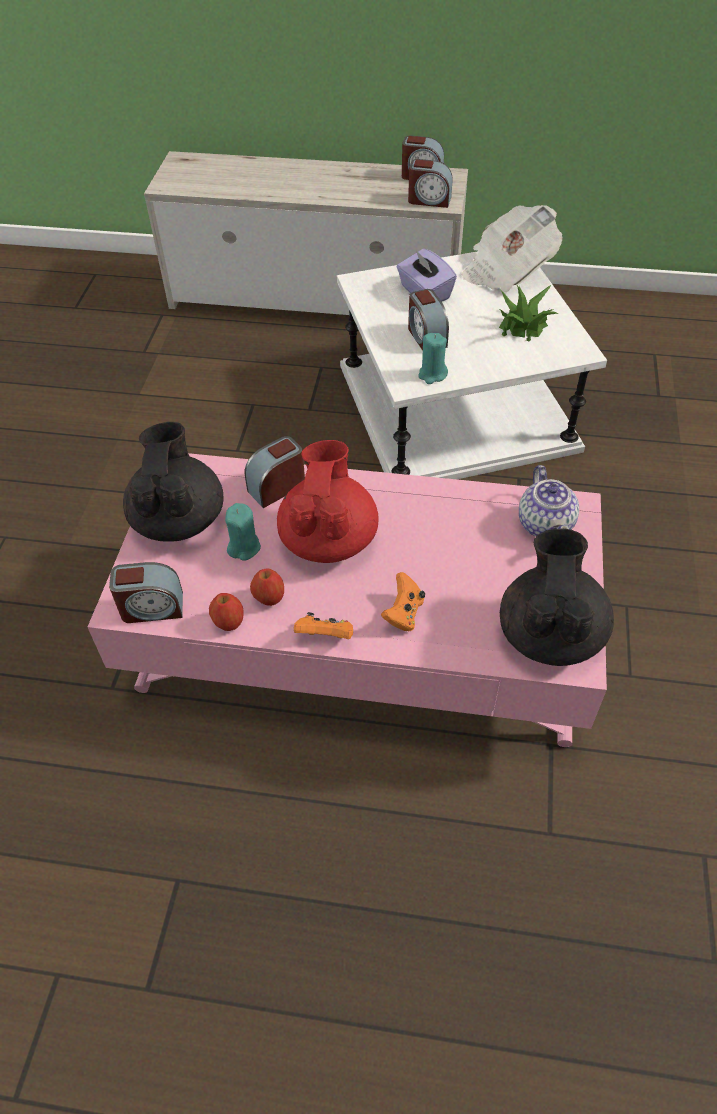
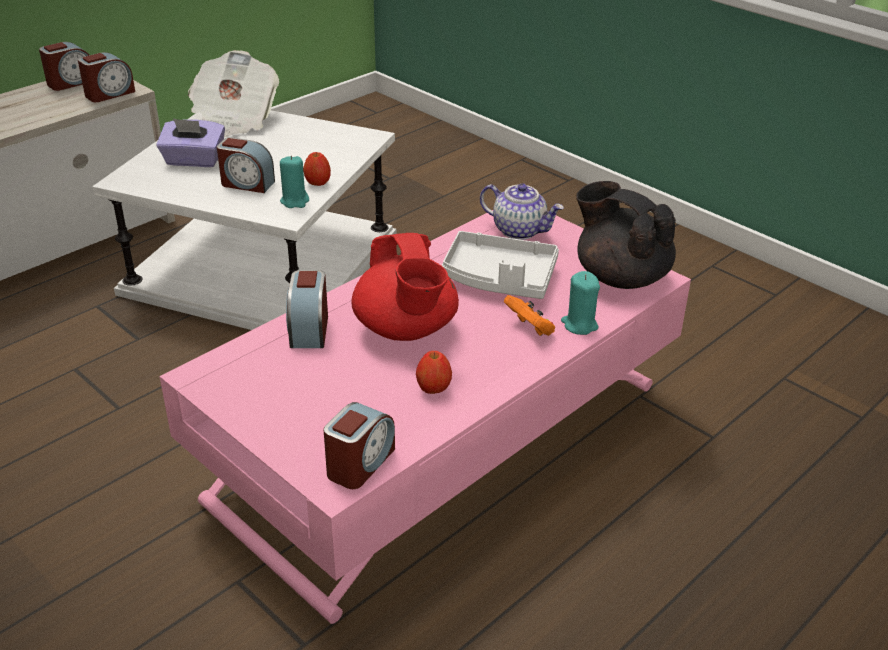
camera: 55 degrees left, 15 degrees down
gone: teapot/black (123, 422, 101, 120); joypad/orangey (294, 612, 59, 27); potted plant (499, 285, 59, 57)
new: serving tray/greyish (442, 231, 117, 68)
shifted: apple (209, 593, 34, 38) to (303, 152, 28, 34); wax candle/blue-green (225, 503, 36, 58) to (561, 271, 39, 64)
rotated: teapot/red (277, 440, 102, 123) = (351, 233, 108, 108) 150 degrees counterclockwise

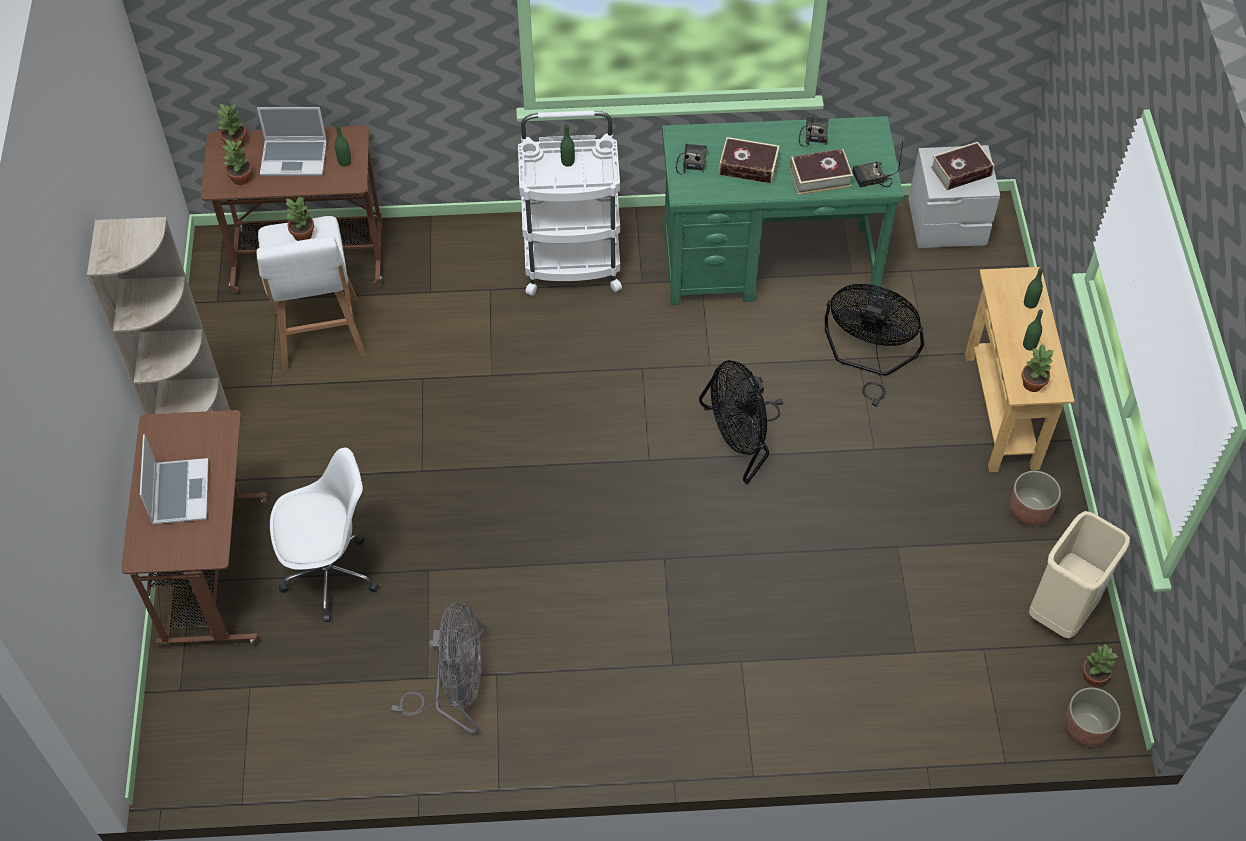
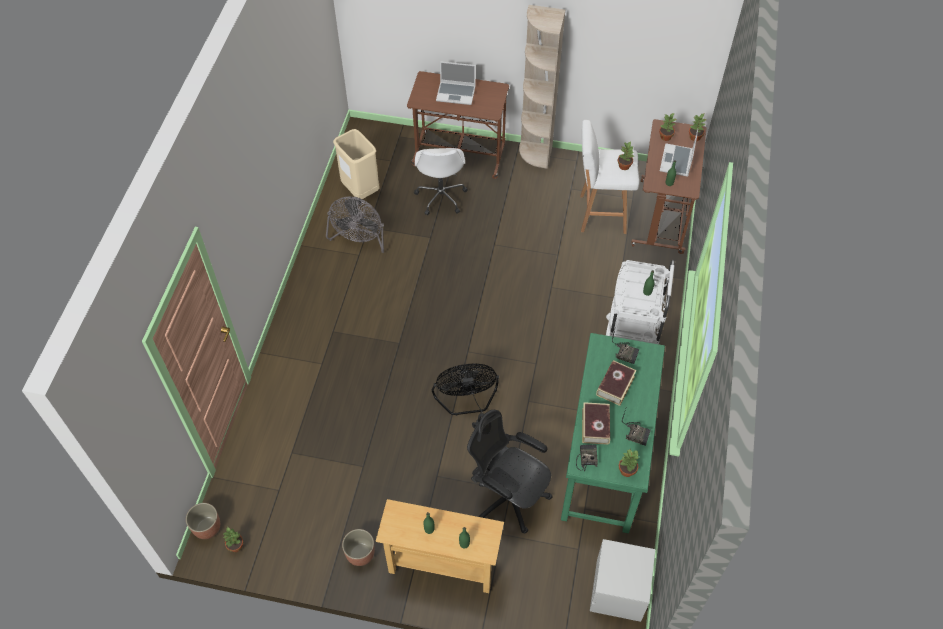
camera: 105 degrees right, 0 degrees up
gone: volume (931, 142, 63, 48)
shifted: trash can/beige (1029, 511, 101, 127) to (333, 129, 46, 70); potted plant (1021, 343, 34, 49) to (618, 450, 21, 27)
swapped: fan/black (825, 284, 99, 123) to desk chair (467, 410, 85, 124)

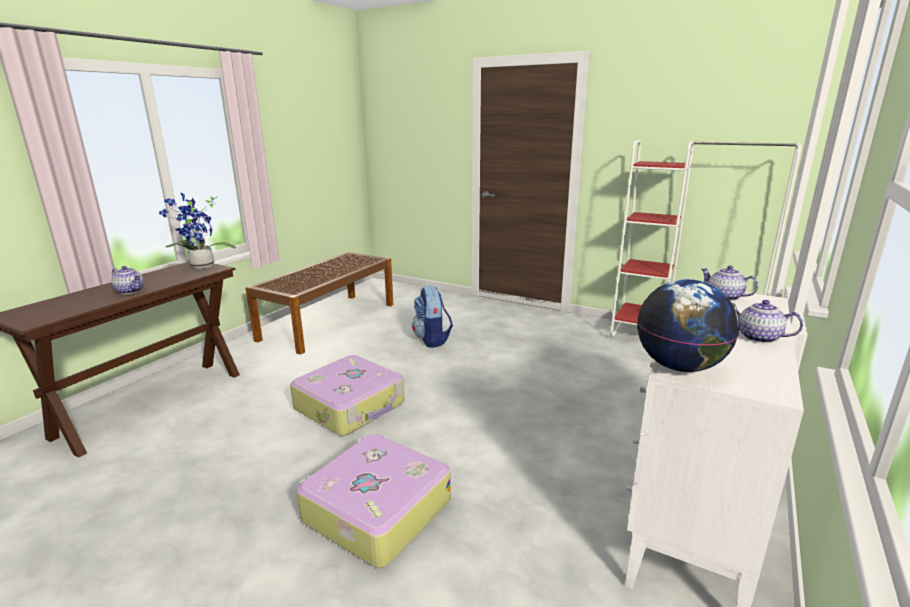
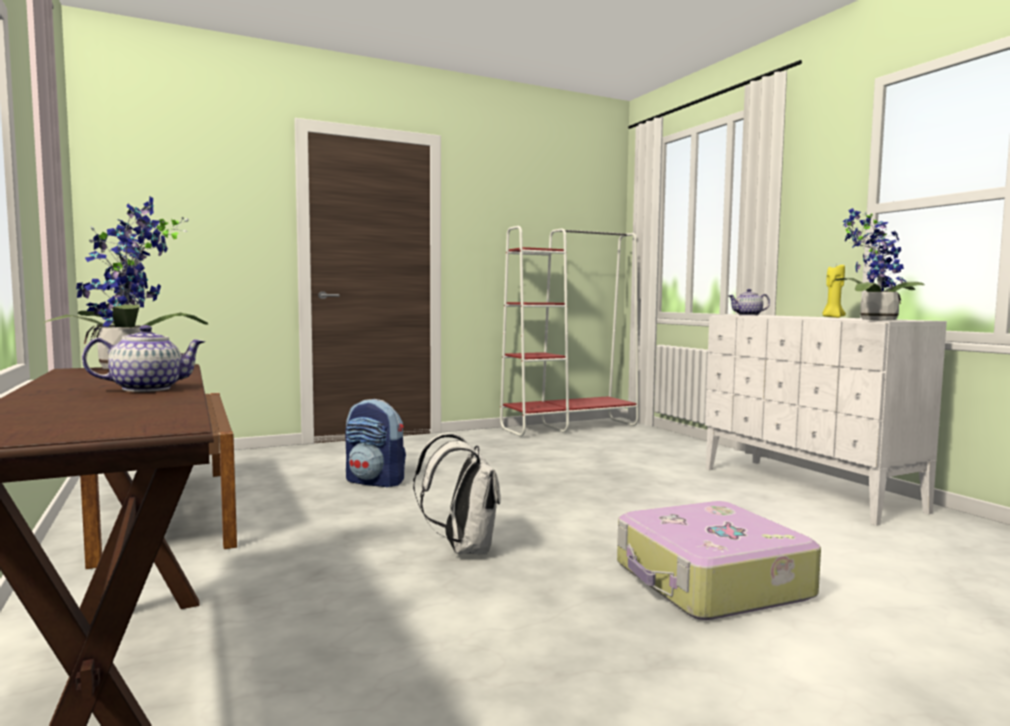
camera: 55 degrees left, 15 degrees down
swapped: piece of luggage (290, 355, 114, 81) to backpack/white (413, 433, 88, 121); teapot (732, 300, 71, 43) to wax candle/yellow-coloured (823, 265, 23, 53); desk globe (637, 279, 102, 93) to potted plant (835, 208, 89, 112)

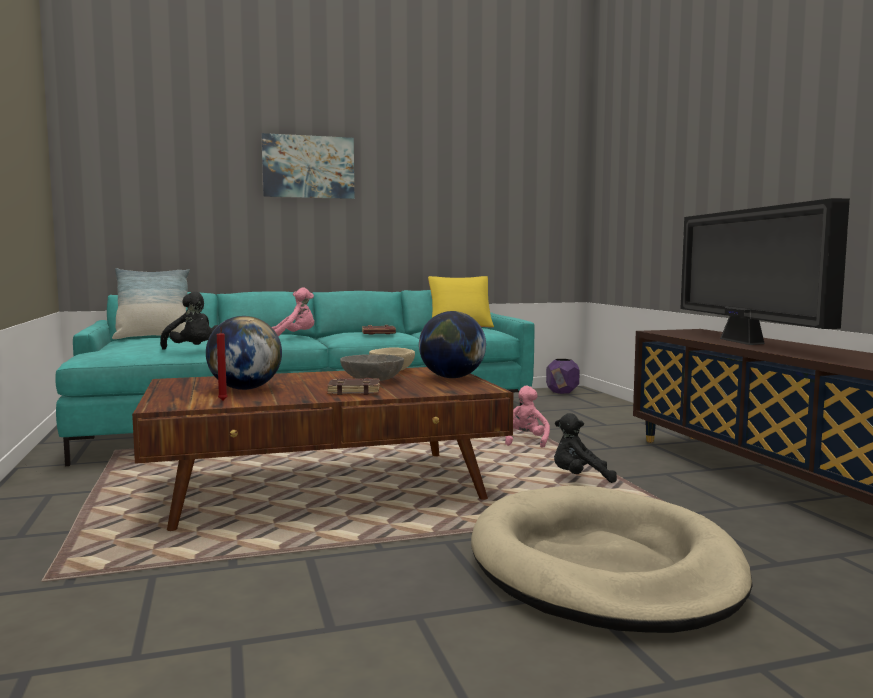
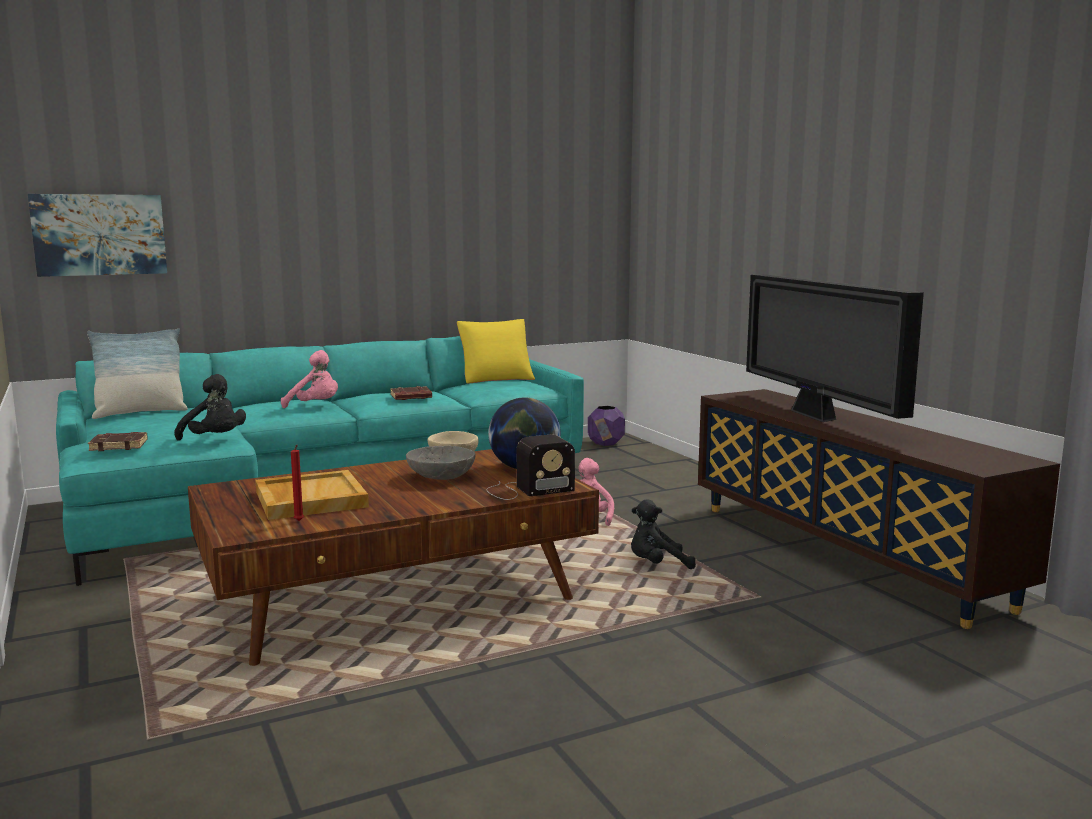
camera: 10 degrees left, 5 degrees up
gone: dog bed/beige (471, 485, 282, 148)
new: radio set (486, 435, 89, 65)
shifted: picture (261, 133, 93, 66) to (28, 194, 139, 83); volume/brown-coloured (327, 378, 53, 17) to (88, 432, 60, 19)
swapped: desk globe (206, 316, 76, 74) to serving tray/beige (256, 470, 113, 50)
rotated: plush toy/pink (272, 287, 42, 50) = (281, 350, 57, 58) 45 degrees clockwise

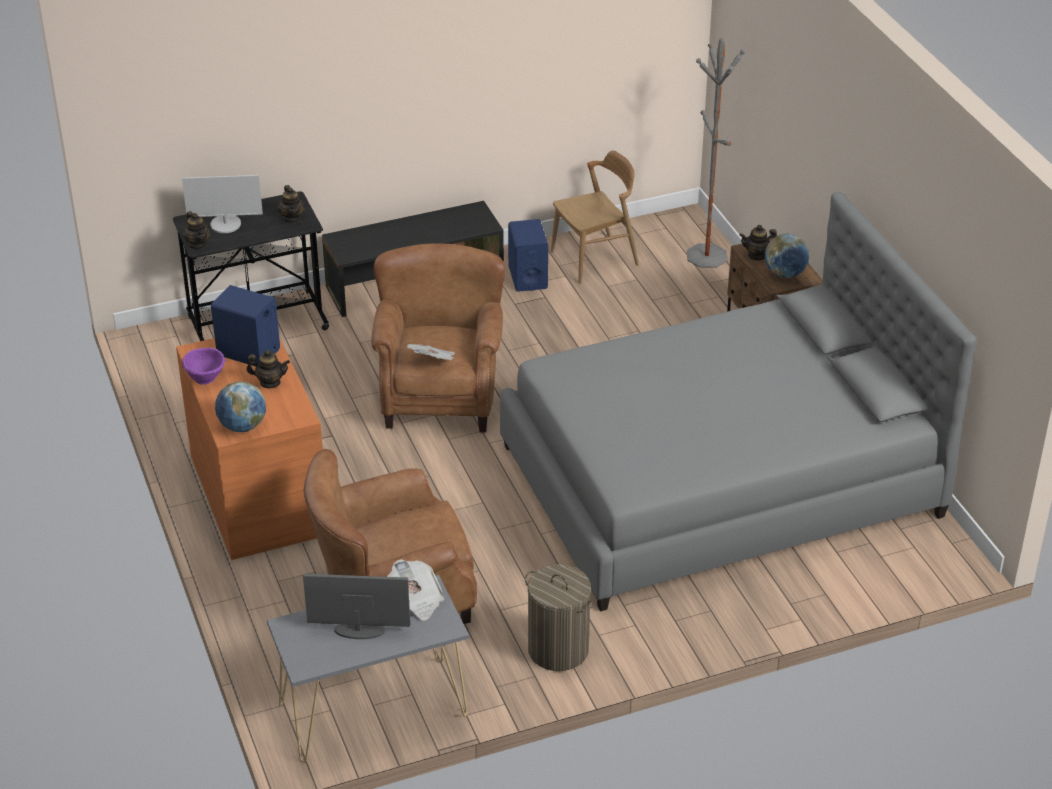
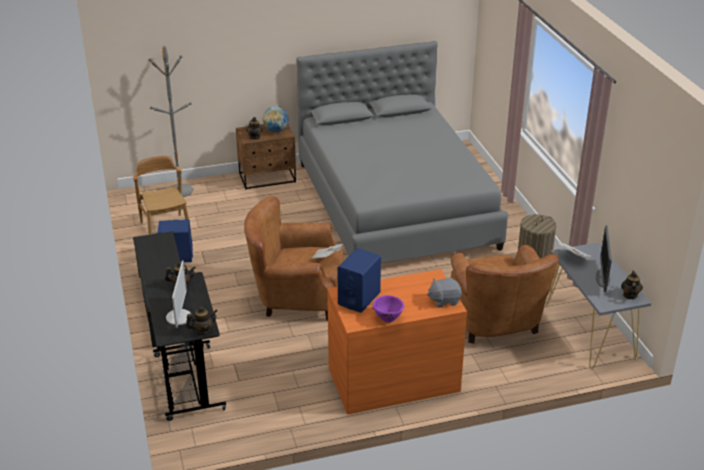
camera: 85 degrees left, 5 degrees down
shifted: teapot (246, 350, 44, 38) to (621, 271, 22, 28)
swapped: desk globe (215, 381, 51, 51) to plush toy/greyish (427, 278, 35, 29)

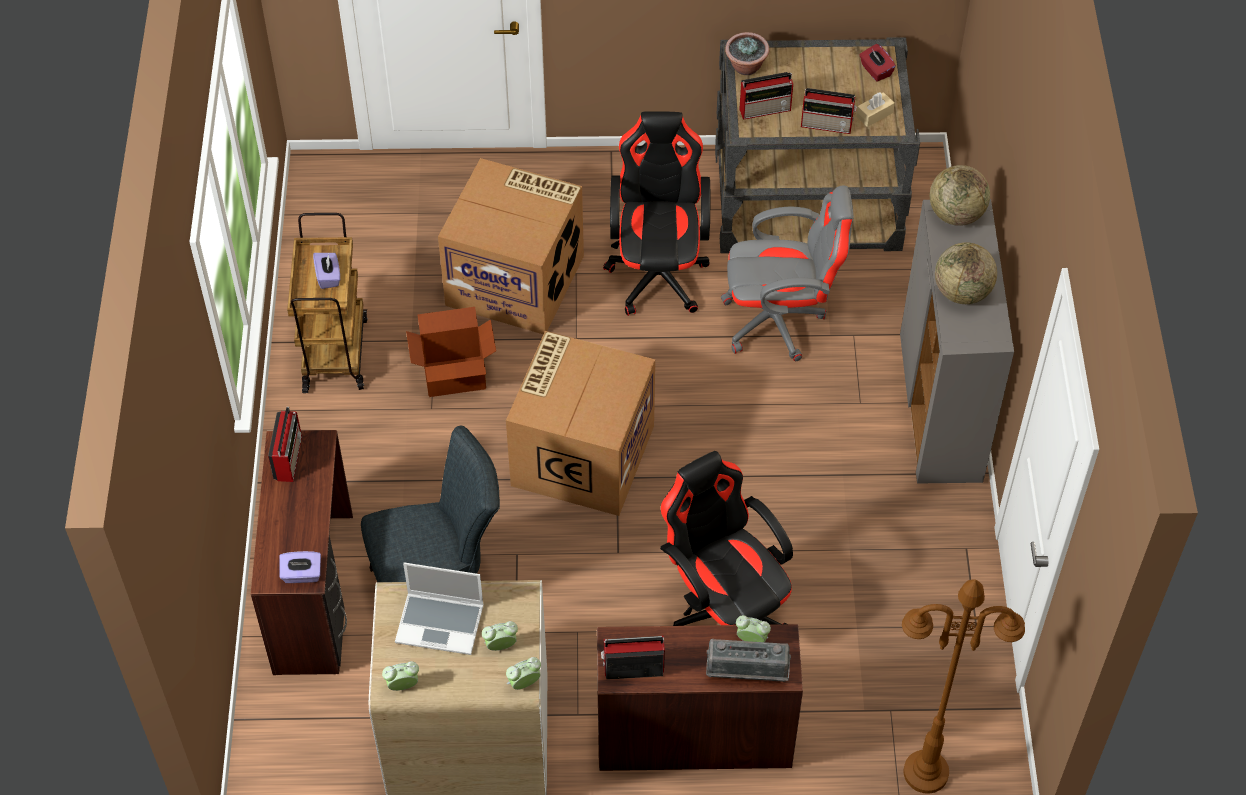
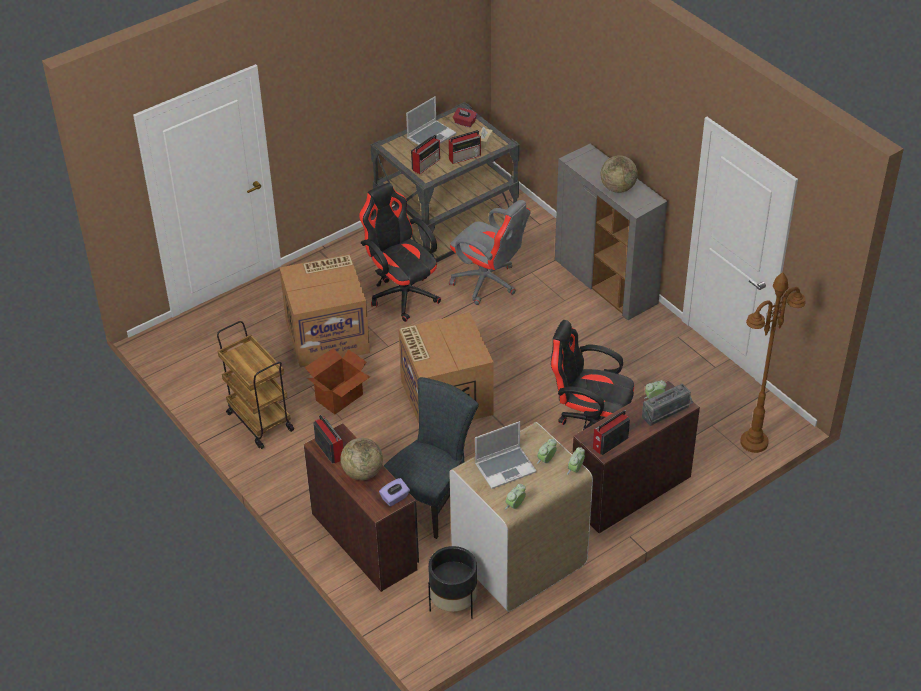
camera: 35 degrees left, 10 degrees down
gone: tissue box/purple-coloured (313, 253, 27, 36); potted plant (725, 32, 44, 43)
new: laptop (406, 96, 50, 49); plant pot/black (428, 546, 49, 72)
shifted: desk globe (930, 165, 60, 61) to (340, 438, 43, 42)
rotated: desk chair/greyish (721, 186, 132, 175) = (449, 200, 82, 105) 75 degrees clockwise

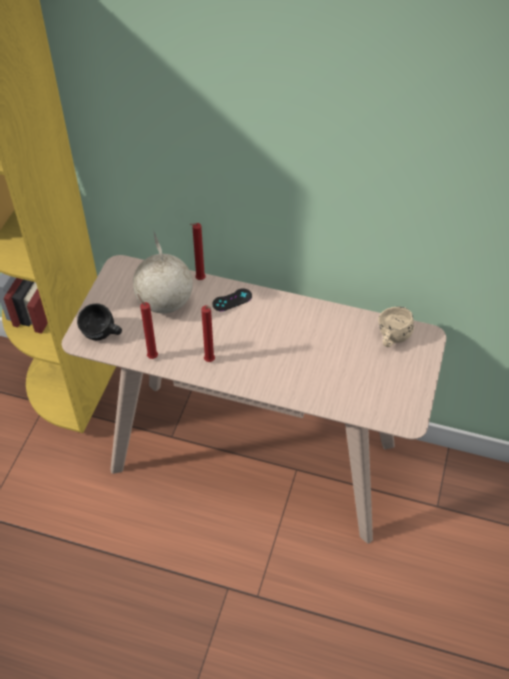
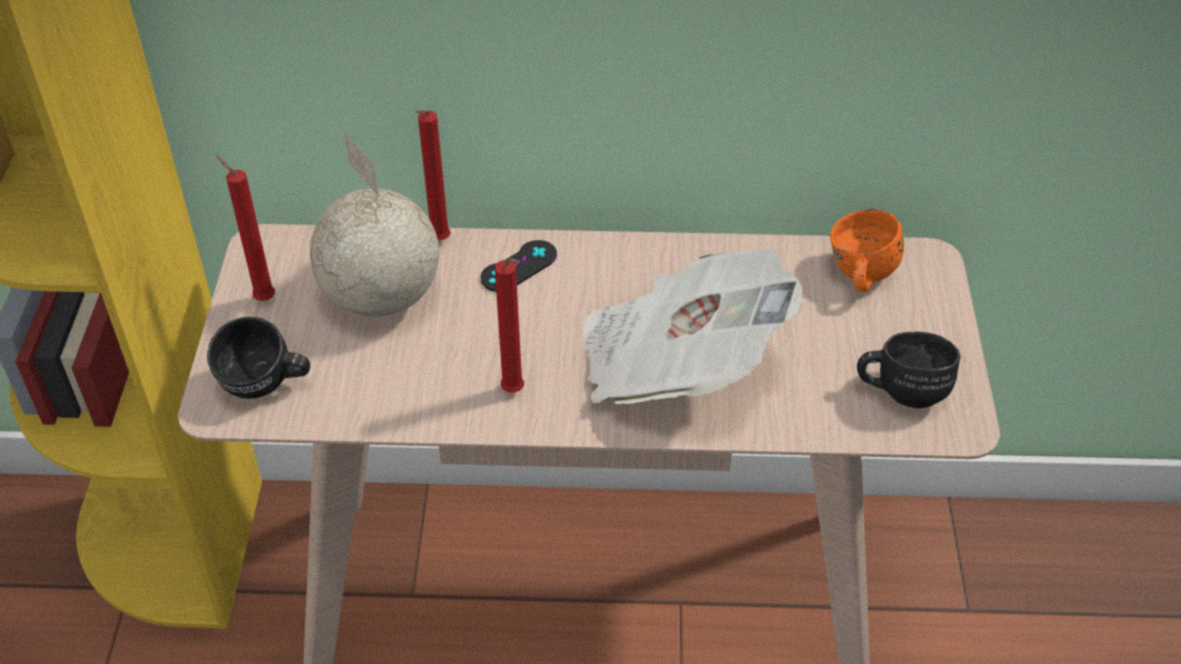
camera: 15 degrees left, 5 degrees down
new: daily paper (582, 248, 221, 156); coffee mug/black (857, 332, 104, 77)
shifted: wax candle/red (137, 294, 21, 65) to (216, 154, 59, 147)
repainted: coffee mug/beige (378, 306, 36, 41) to coffee mug/orangey (830, 208, 74, 84)

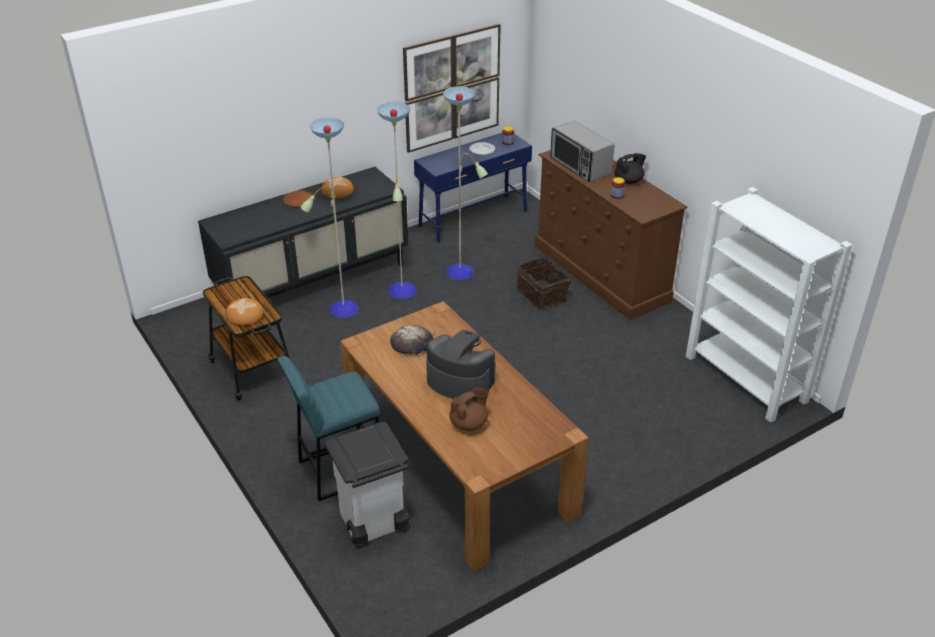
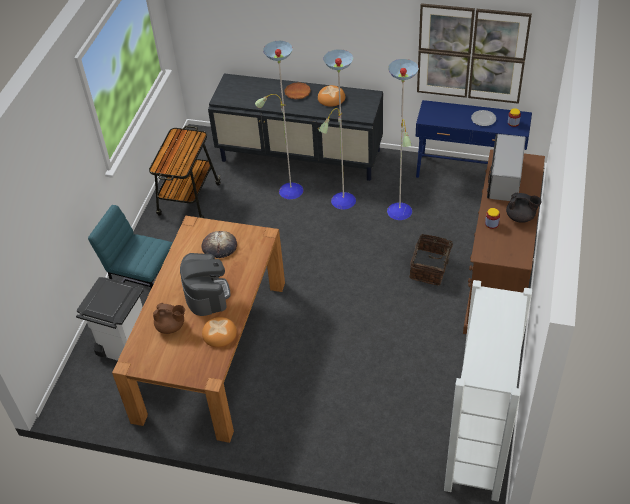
camera: 50 degrees right, 10 degrees up
shifted: bread (225, 298, 38, 28) to (202, 317, 35, 31)

